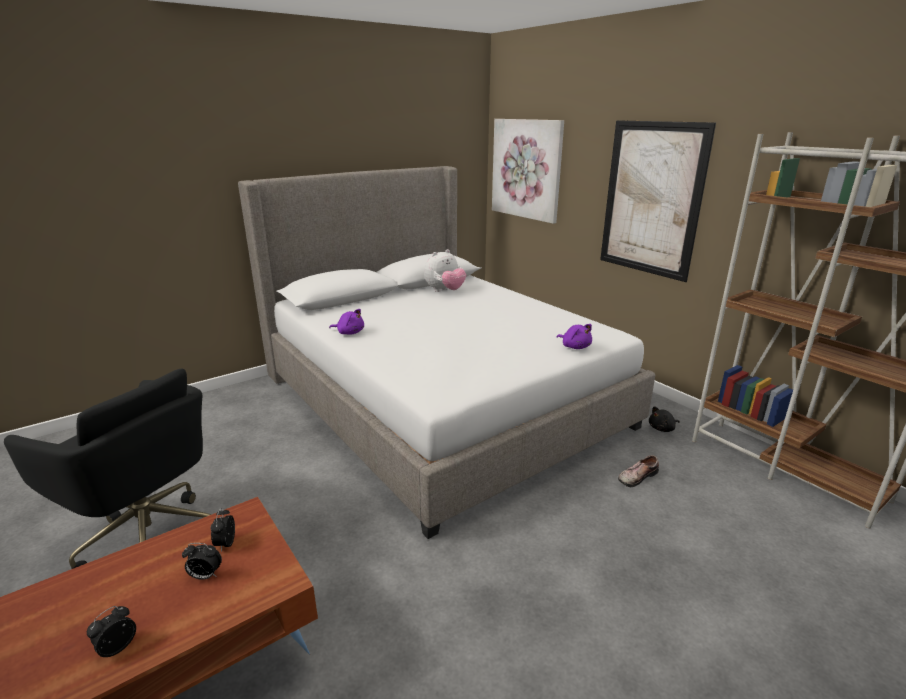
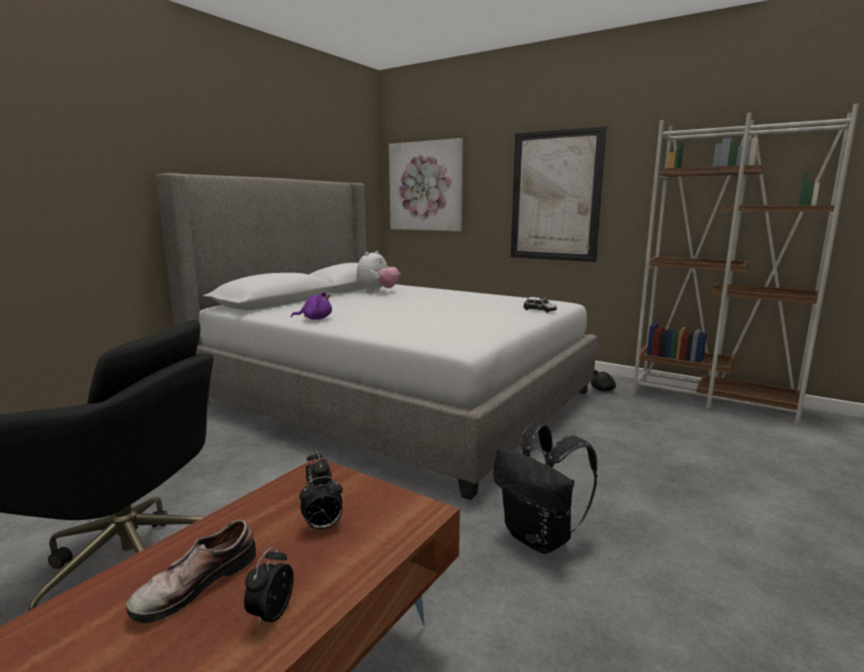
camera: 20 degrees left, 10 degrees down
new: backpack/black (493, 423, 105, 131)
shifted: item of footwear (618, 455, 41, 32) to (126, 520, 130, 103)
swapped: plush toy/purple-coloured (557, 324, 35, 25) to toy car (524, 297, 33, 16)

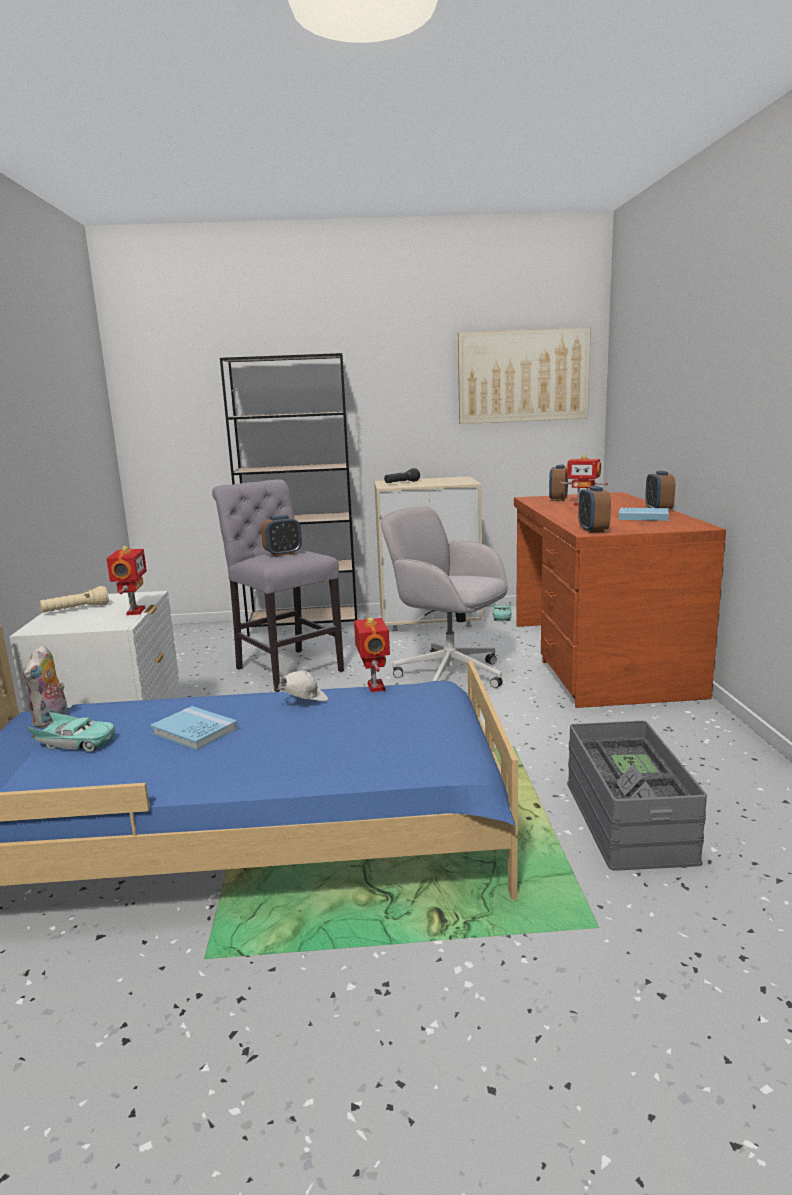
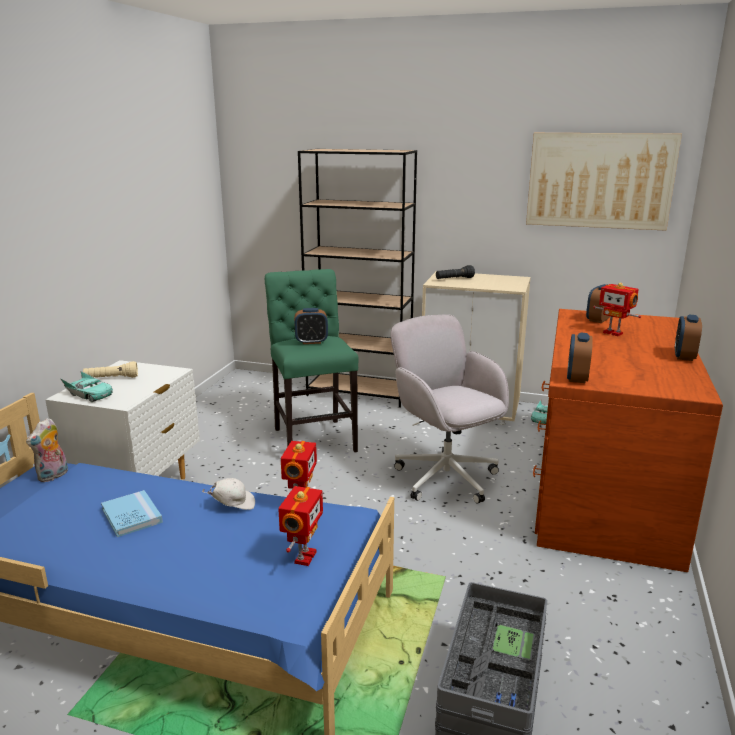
camera: 20 degrees right, 5 degrees up
gone: volume/blue-coloured (619, 508, 50, 13)
shifted: toy car/blue-green (26, 712, 89, 40) to (60, 371, 53, 31); model robot (106, 546, 41, 69) to (278, 486, 45, 80)
repainted: sitting stool/greyish (212, 479, 132, 213) to sitting stool/green (265, 269, 93, 183)

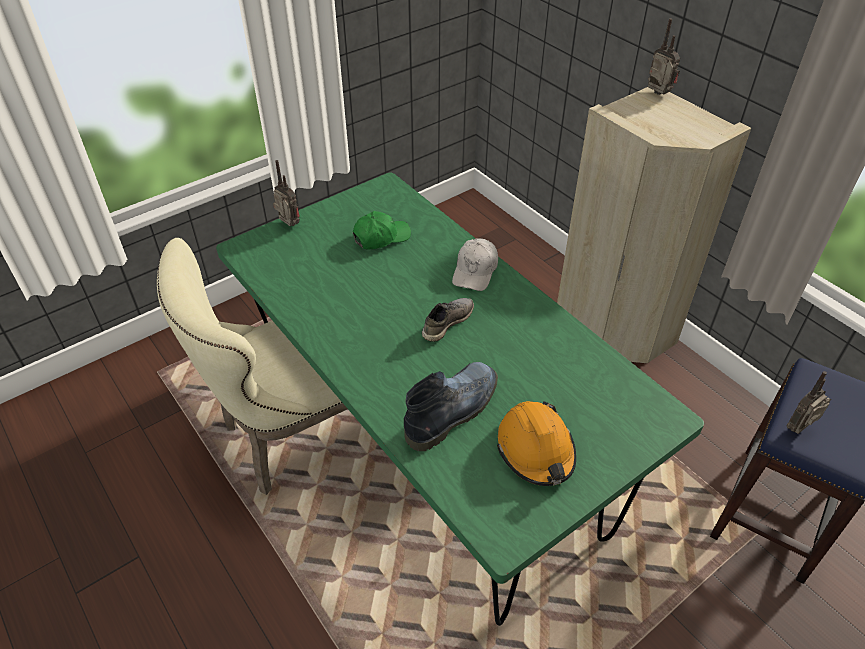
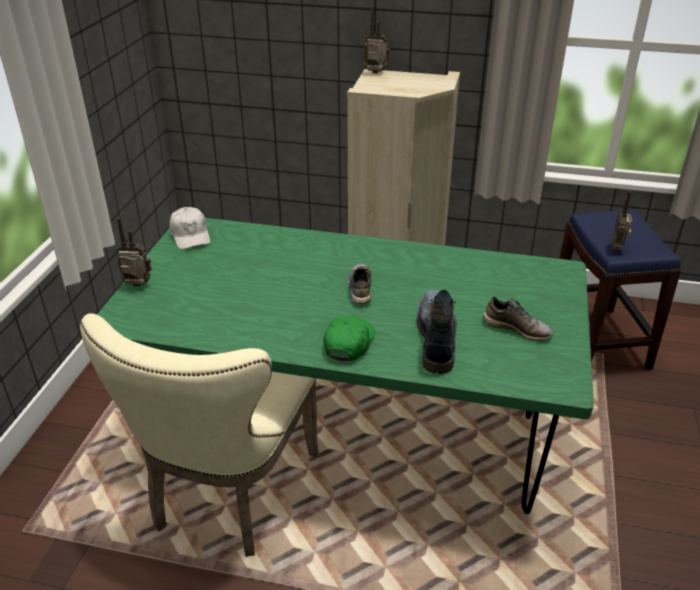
camera: 40 degrees left, 10 degrees down
shifted: peaked cap/white (452, 238, 46, 53) to (170, 207, 40, 42); peaked cap/green (353, 211, 58, 39) to (323, 315, 52, 46)
swapped: safety helmet/orangey (497, 401, 79, 85) to item of footwear/greyish (483, 297, 70, 43)

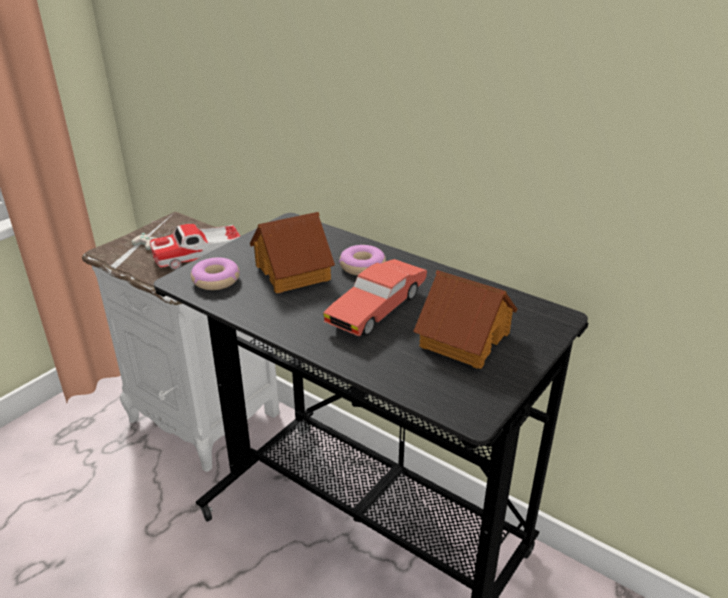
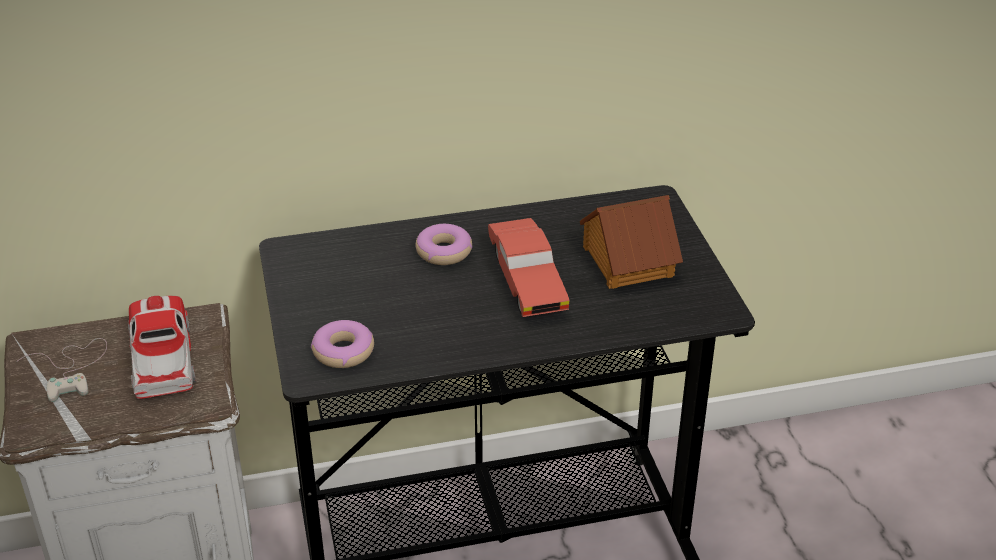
camera: 50 degrees left, 5 degrees up
gone: model house (250, 212, 85, 81)
rotated: toy car (150, 224, 91, 46) = (128, 296, 68, 103) 150 degrees clockwise

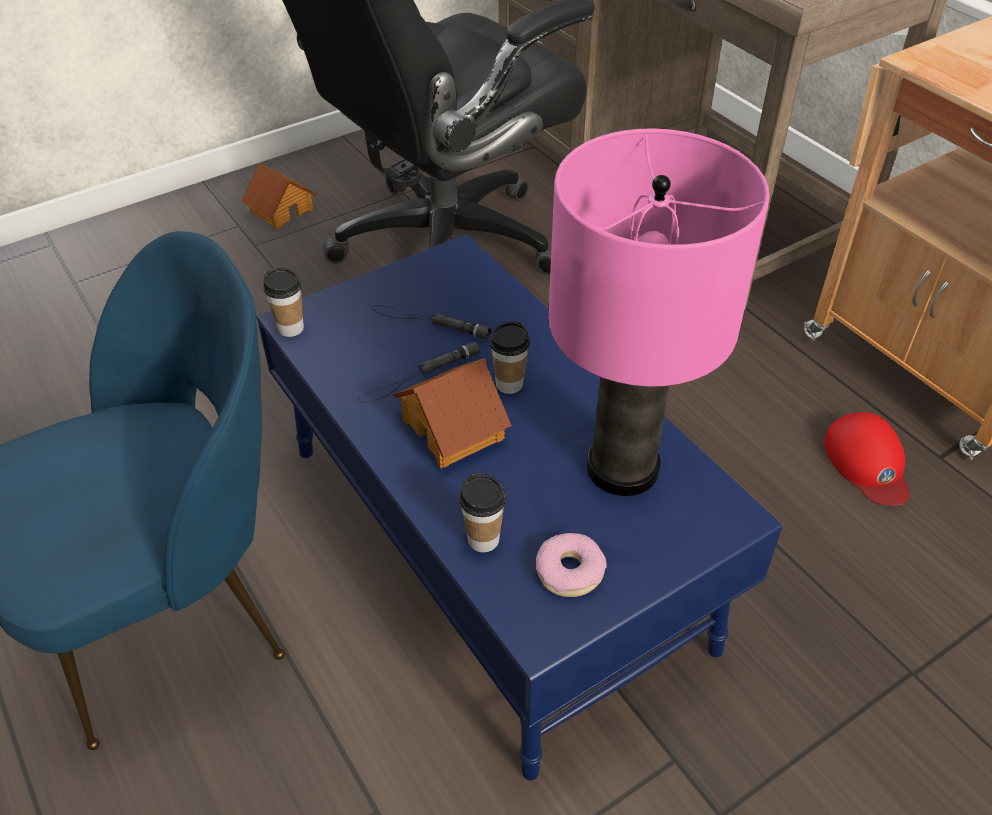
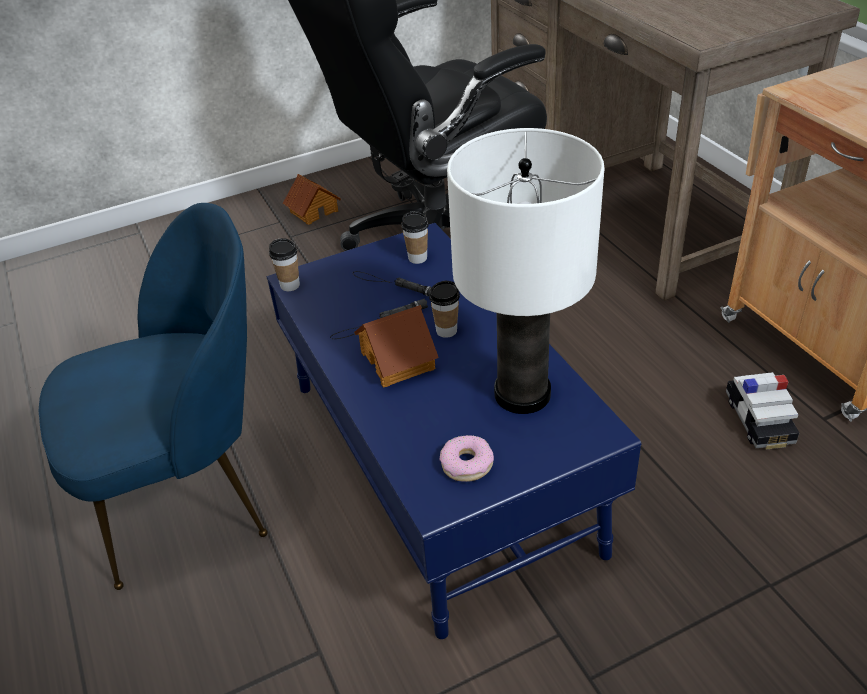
camera: 10 degrees right, 5 degrees down
shifted: cup (459, 473, 47, 79) to (401, 211, 28, 53)
swapped: peaked cap/red (824, 412, 86, 94) to toy car (726, 372, 73, 78)
repainted: lamp for a table/pink (548, 128, 222, 368) to lamp for a table/white (447, 128, 158, 286)

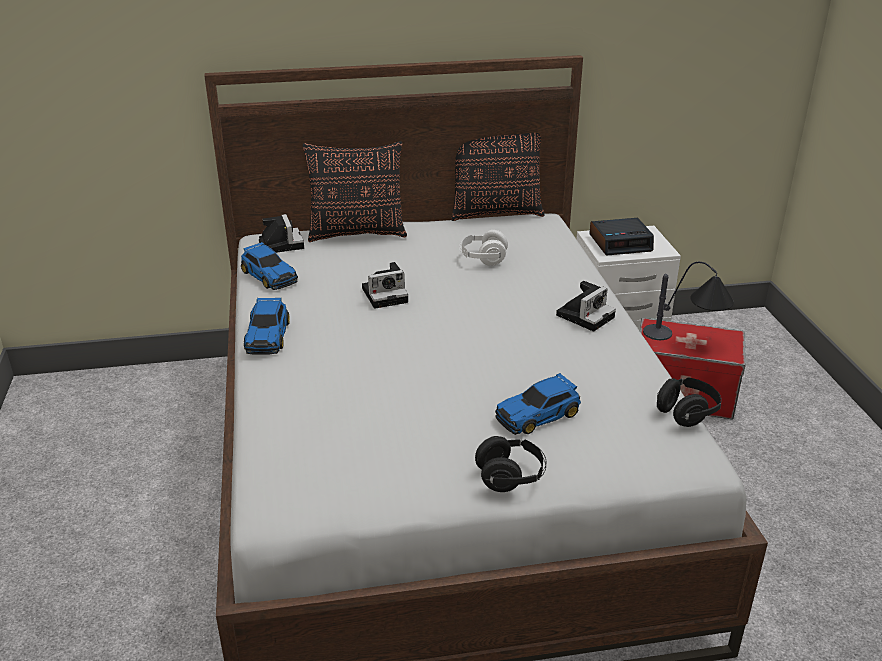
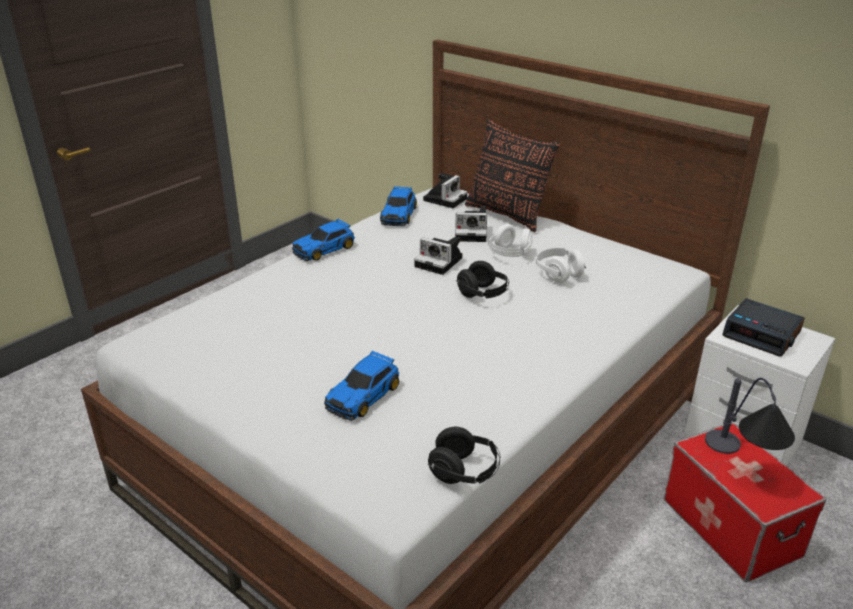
camera: 50 degrees right, 0 degrees up
gone: throw pillow/black (451, 133, 94, 88)
new: headphones/white (488, 224, 45, 33)
shifted: still camera (556, 281, 60, 51) to (455, 206, 32, 36); headphones/black (475, 436, 72, 56) to (456, 261, 53, 37)
rotated: toy car (495, 373, 86, 62) = (324, 351, 76, 70) 75 degrees counterclockwise

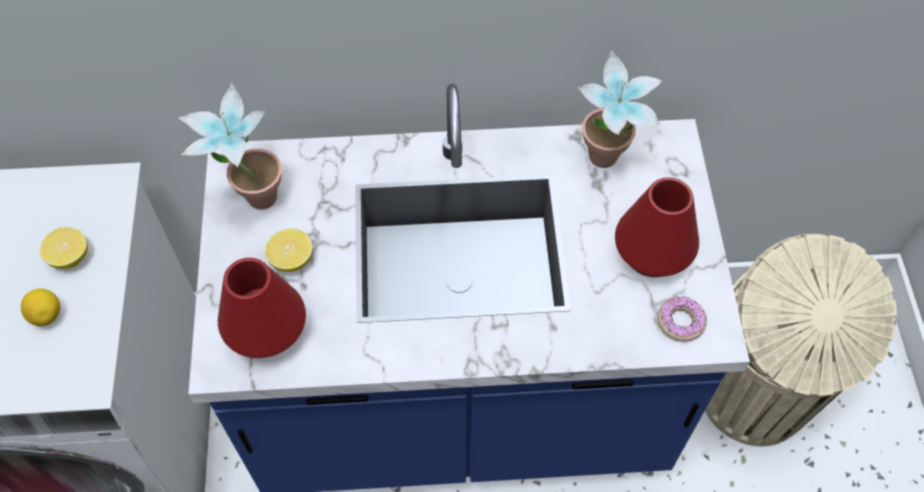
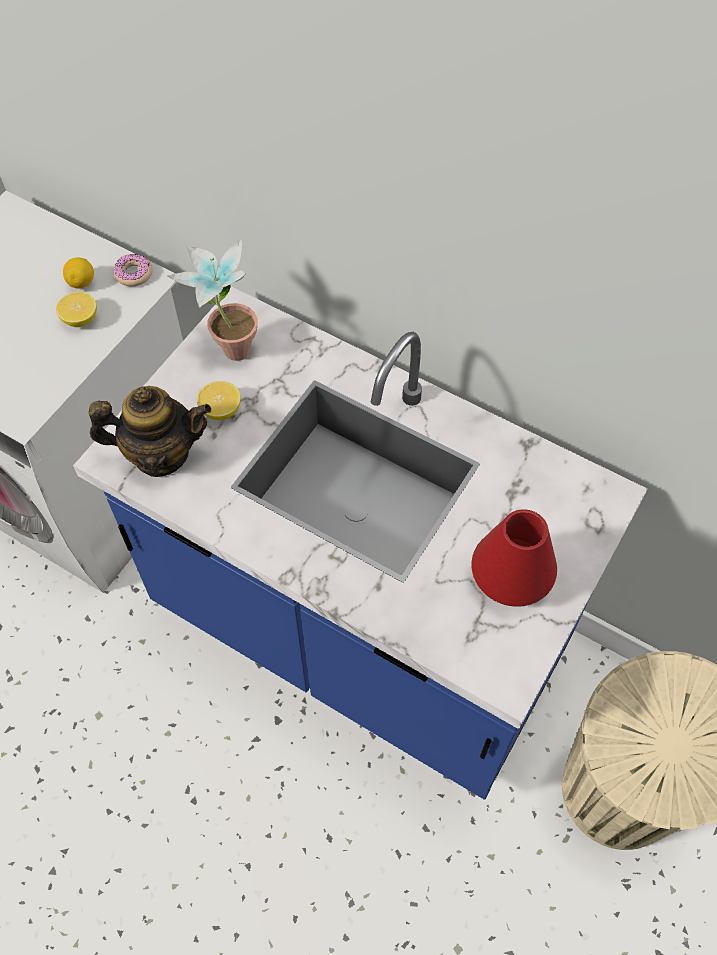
camera: 35 degrees right, 0 degrees up
gone: potted plant (577, 50, 85, 118)
shifted: citrus fruit (21, 288, 39, 38) to (63, 258, 31, 31); doughnut (657, 296, 50, 46) to (114, 253, 38, 34)
swapped: vase/red (218, 258, 88, 100) to teapot (89, 386, 122, 91)

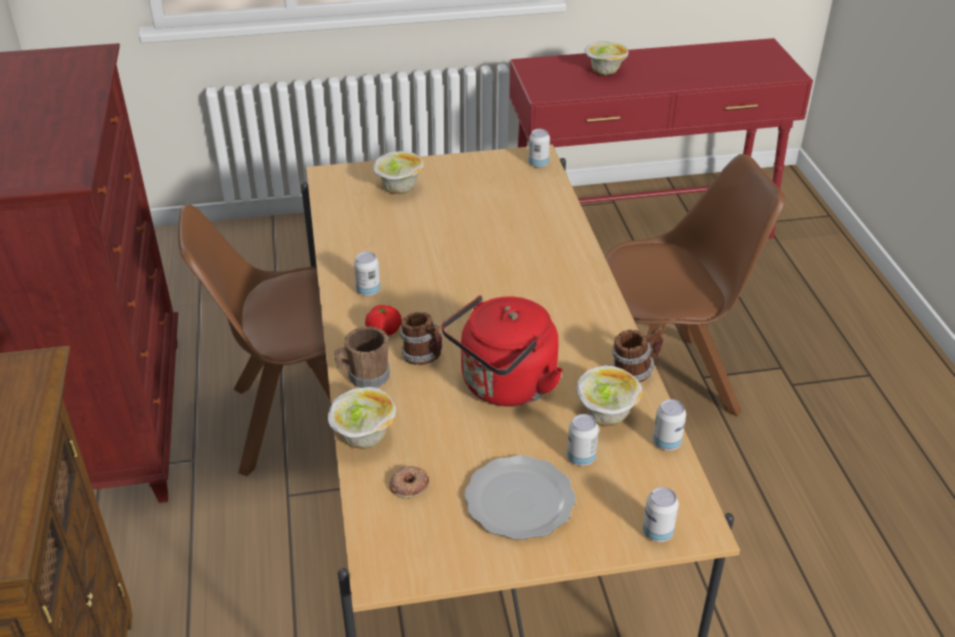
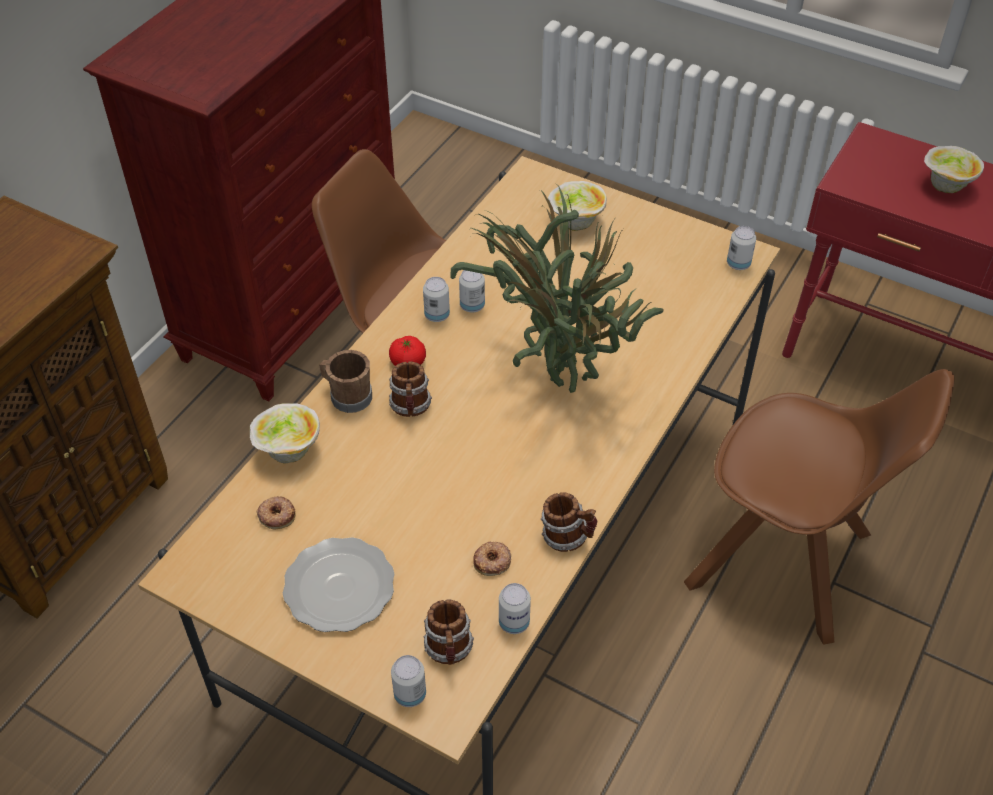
camera: 40 degrees right, 10 degrees up
gone: tea kettle/red (441, 295, 122, 112)
new: coffee mug (424, 600, 50, 65); potted plant (450, 185, 214, 208)
shifted: sealed can (567, 414, 32, 52) to (459, 270, 26, 42)
swapped: bowl (576, 365, 67, 61) to doughnut (473, 542, 38, 34)

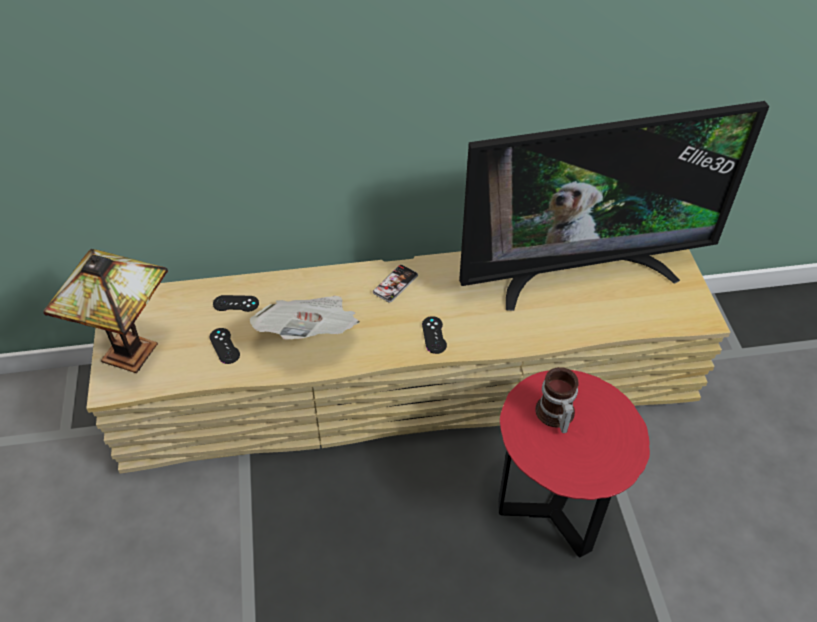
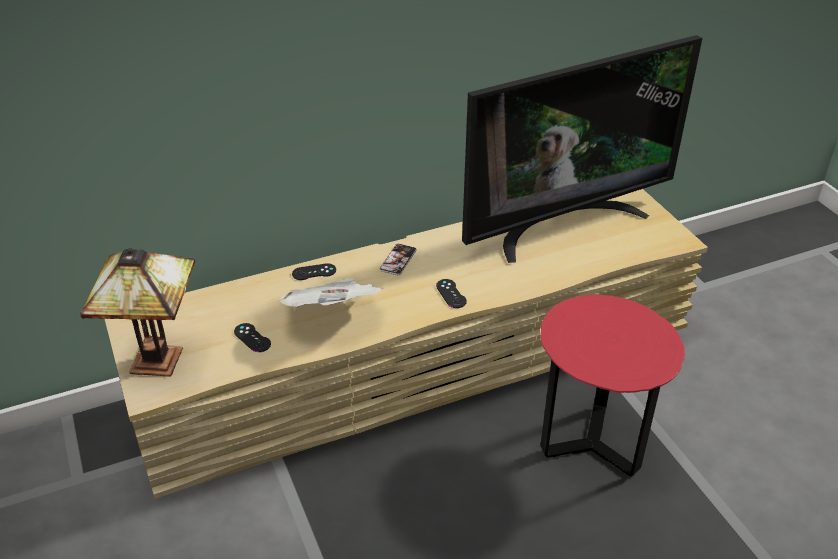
camera: 15 degrees left, 10 degrees down
gone: coffee mug (535, 367, 44, 66)
shifted: joypad/black (213, 295, 46, 17) to (292, 263, 44, 17)

